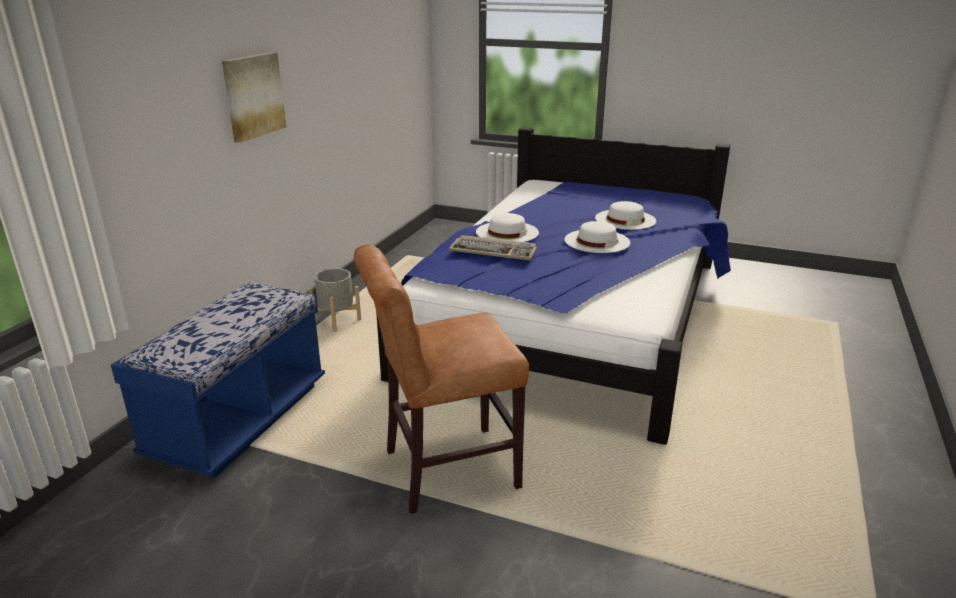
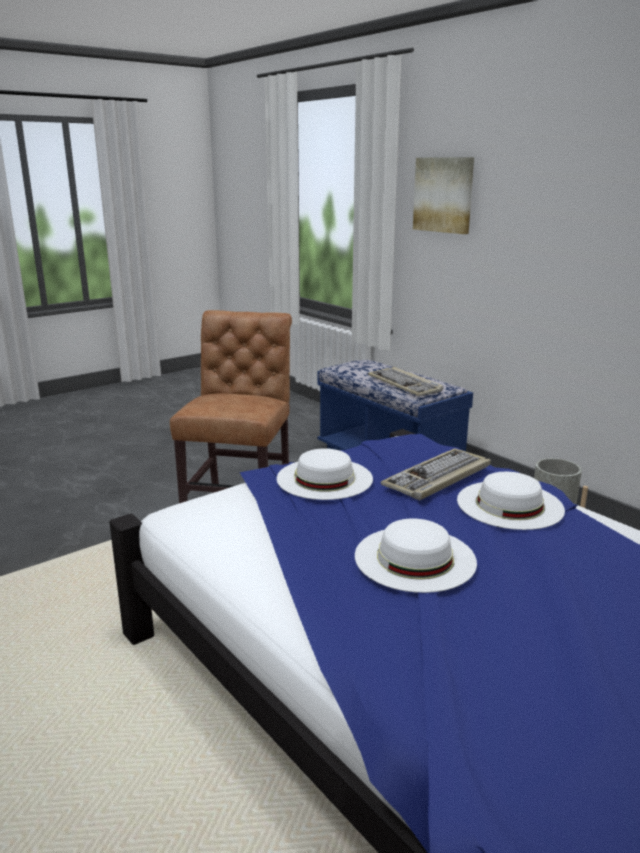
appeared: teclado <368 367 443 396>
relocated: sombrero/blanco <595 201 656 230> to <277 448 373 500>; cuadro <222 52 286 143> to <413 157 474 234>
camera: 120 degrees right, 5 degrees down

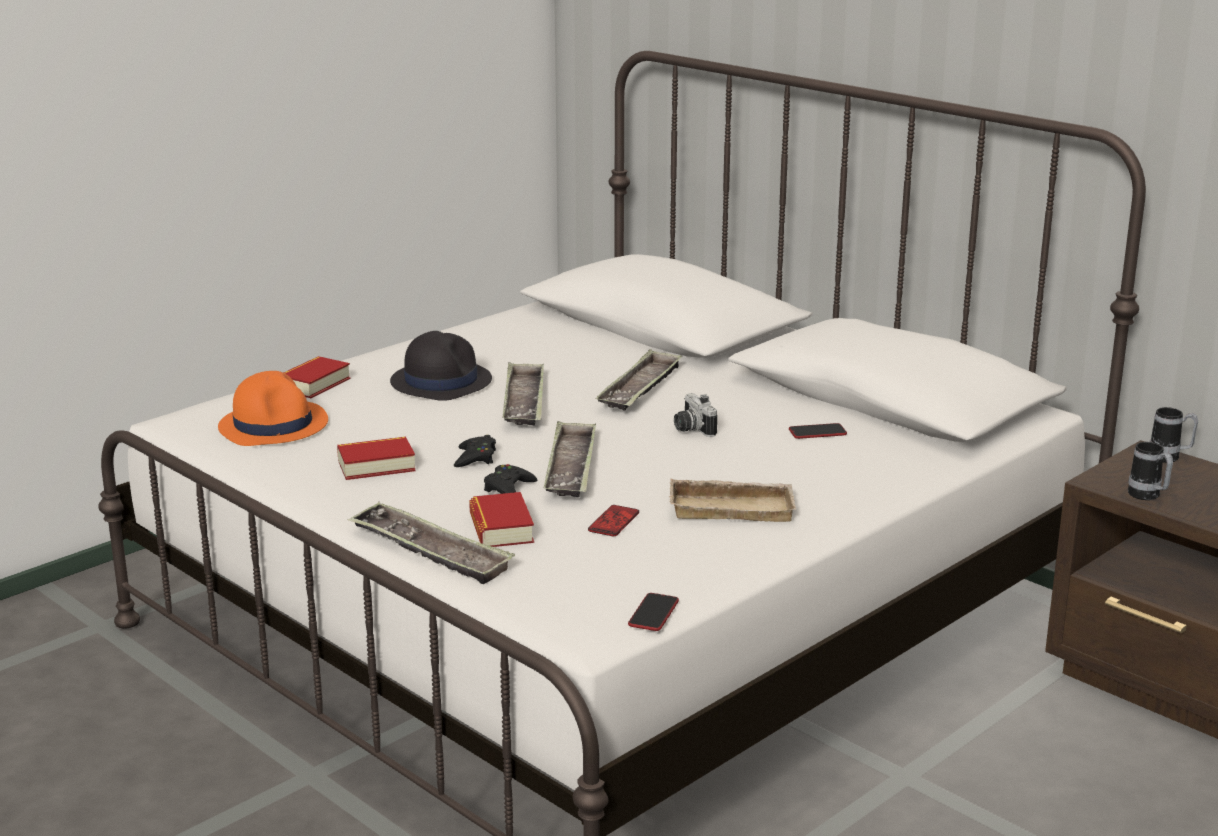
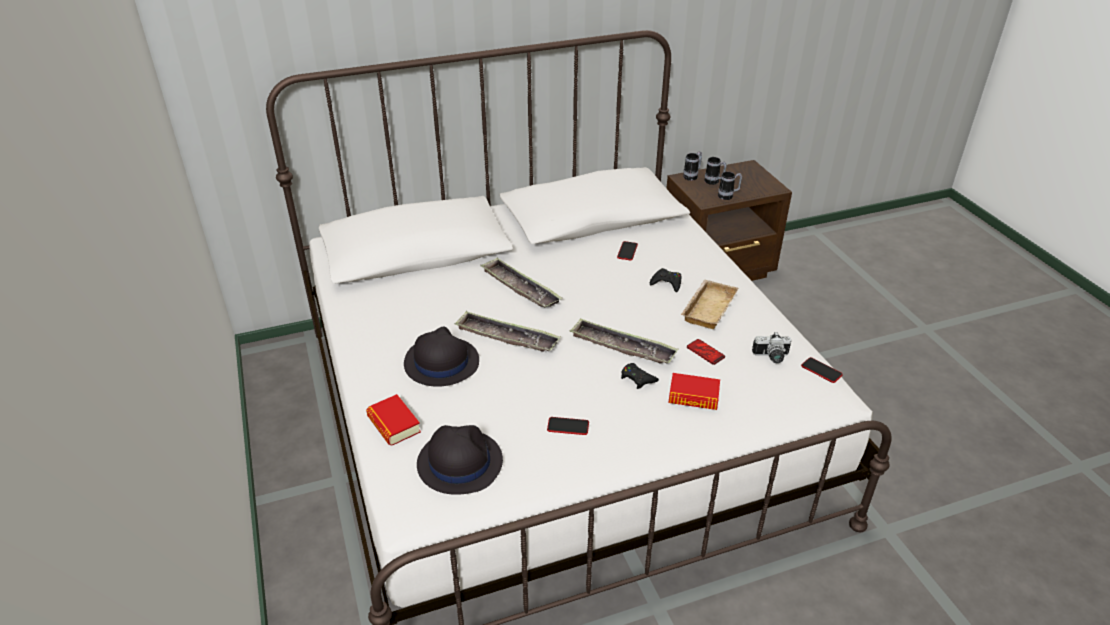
missing: bandeja <348 502 515 584>
appeared: taza grande <704 157 727 185>
relocated: mando de consola/negro <454 435 496 467> to <650 268 681 292>; cámara <674 394 717 437> to <752 332 791 363>
exchanged: libro <337 437 416 480> to móvil <547 417 589 435>
colour: sombrero/naranja <218 371 328 446> to sombrero/negro <417 425 503 495>
camera: 65 degrees left, 15 degrees up

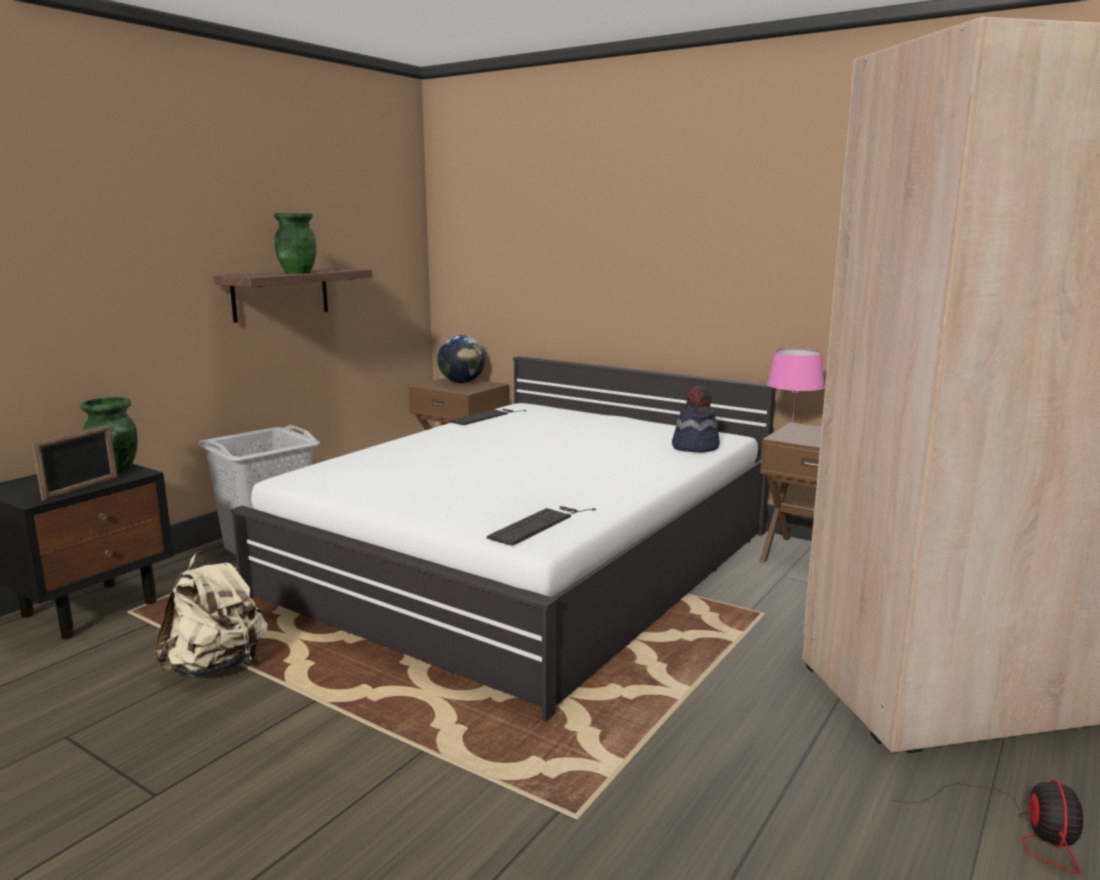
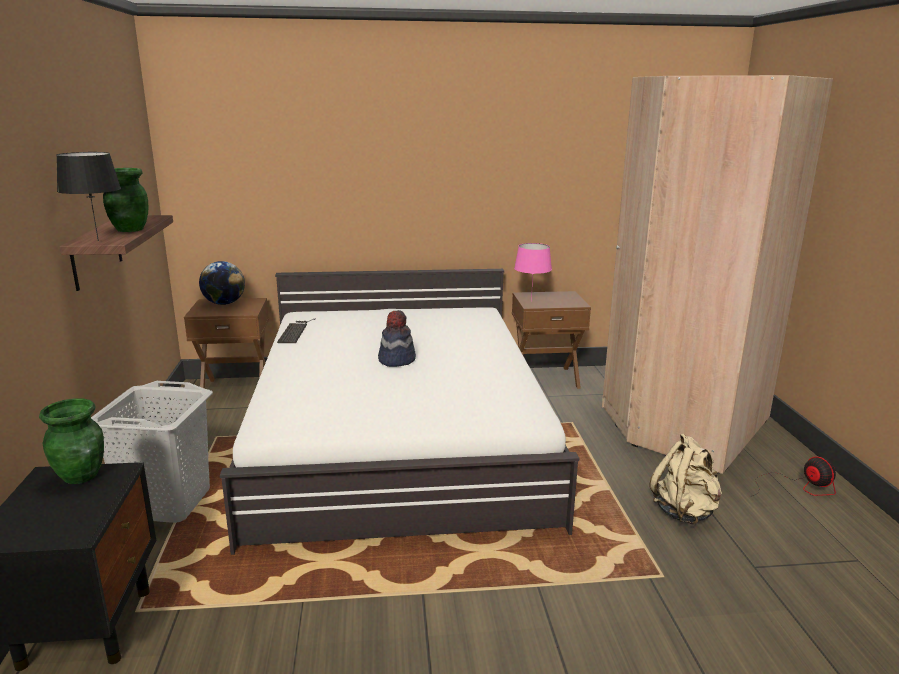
missing: portarretratos <32 425 118 501>; teclado <487 506 596 546>
appeared: lámpara de mesa/negro <56 152 121 241>
relocated: sombrero <672 386 720 453> to <378 310 416 367>; mochila/beis <154 551 268 677> to <649 433 722 525>
camera: 40 degrees left, 5 degrees up

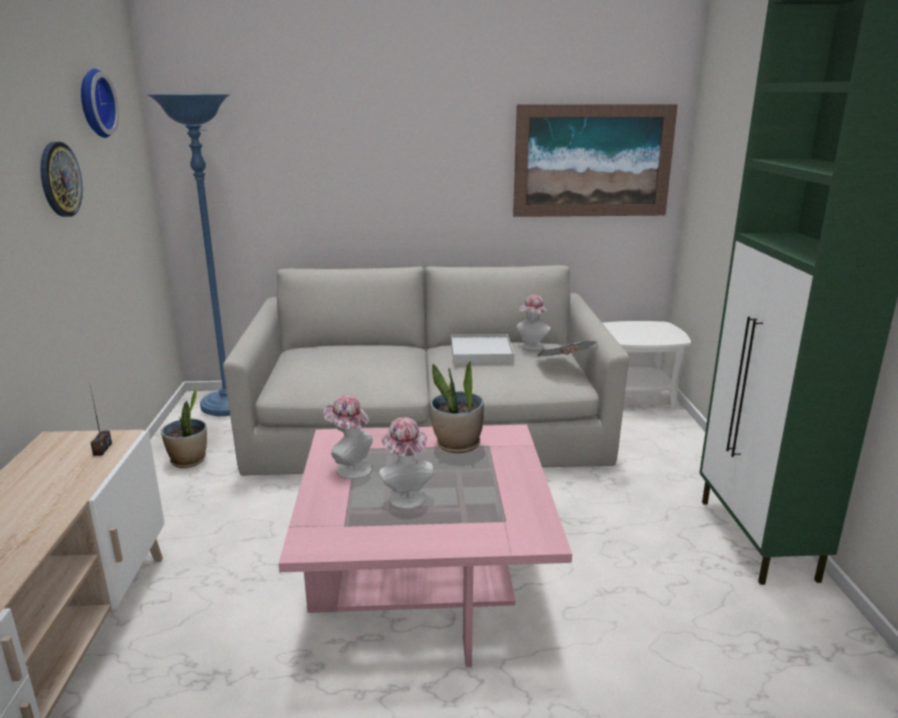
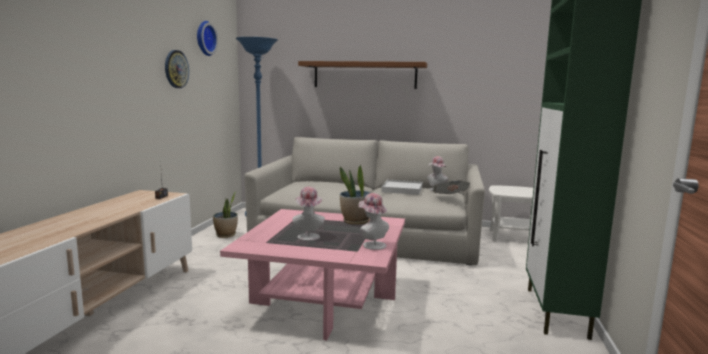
missing: cuadro <513 104 678 217>
appeared: estante/marrón <298 61 427 89>
relocated: sombrero <323 395 373 479> to <358 193 389 250>
camera: 15 degrees right, 10 degrees down

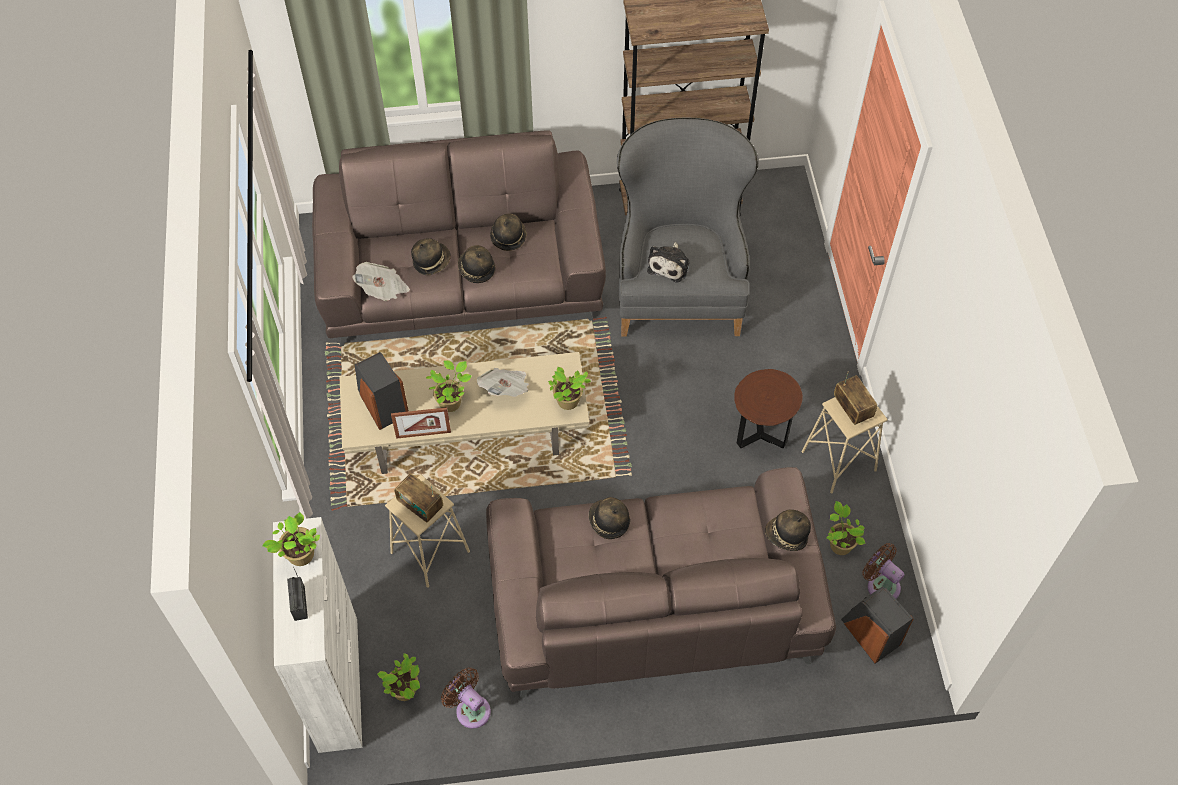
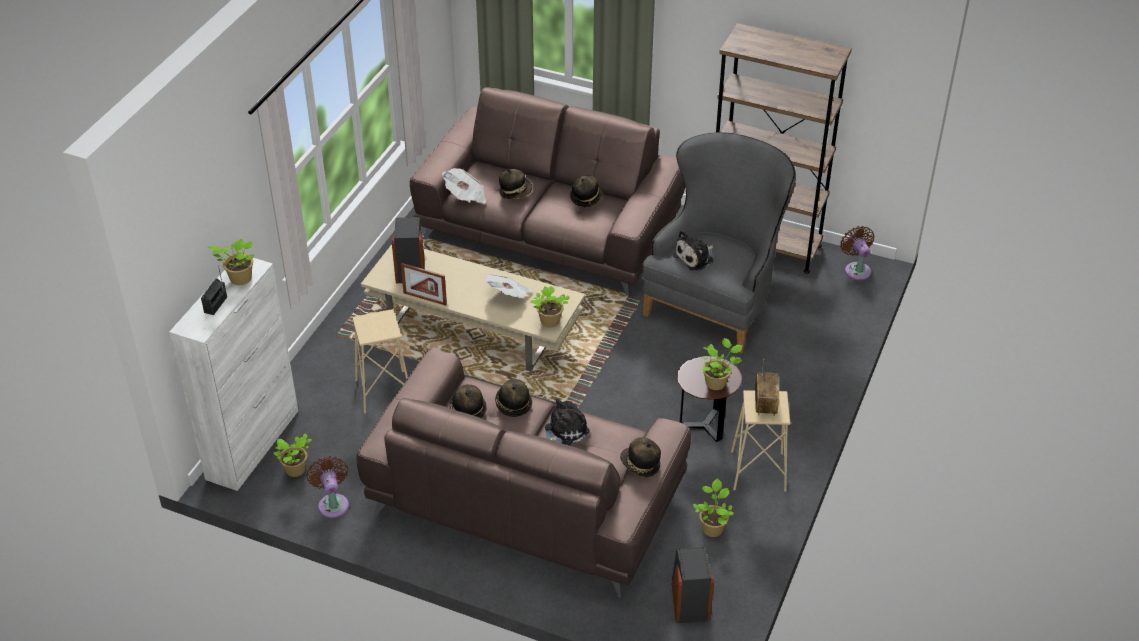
missing: radio <394 473 443 522>
appeared: peluche <545 399 590 446>
relocated: sombrero <458 245 495 283> to <450 384 487 418>; planta en maceta <426 360 472 412> to <701 338 742 390>; ventilador/marrón <862 543 905 599> to <840 226 874 280>
camera: 30 degrees right, 15 degrees down

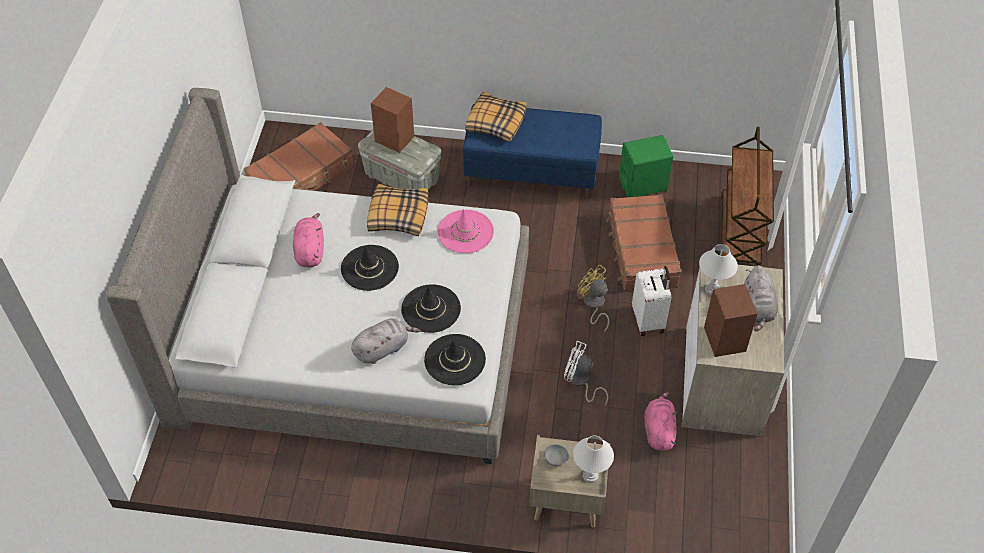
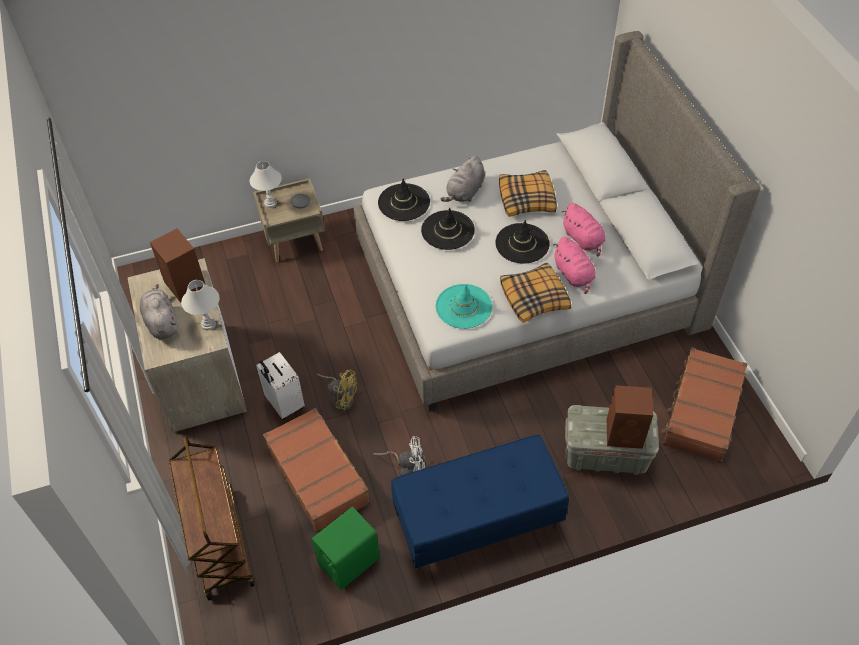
relocated: ventilador/blanco <564 341 608 405> to <374 436 425 475>; cojín <465 92 527 142> to <499 170 557 217>; peluche/rosa <644 392 678 451> to <553 237 595 294>
colour: sombrero/rosa <438 209 494 253> to sombrero/turquesa <436 284 492 329>
camera: 155 degrees right, 0 degrees up

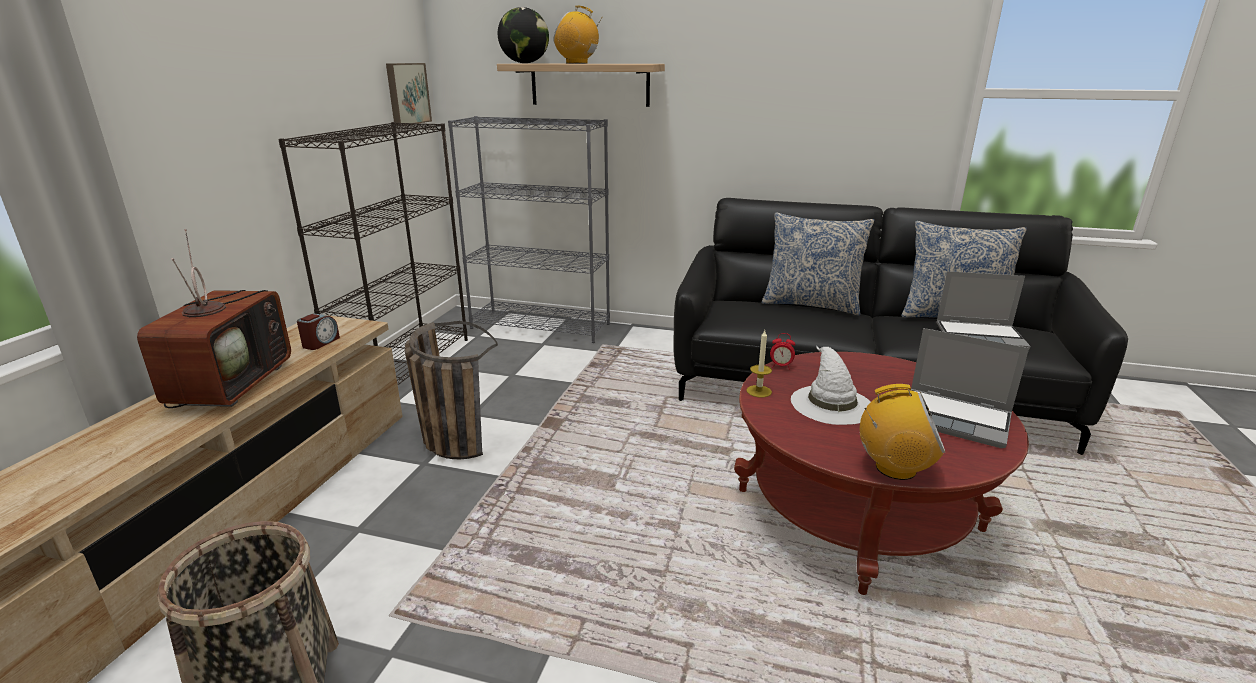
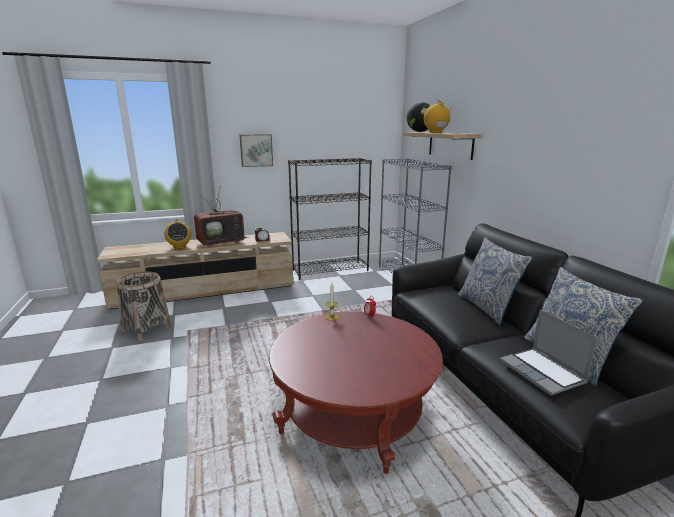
missing: cesta <404 321 498 459>; sombrero/blanco <791 345 870 425>; portátil <911 328 1029 448>
relocated: radio <860 384 945 480> to <164 218 191 249>; cuadro <386 63 432 126> to <240 134 273 167>
camera: 55 degrees right, 5 degrees down

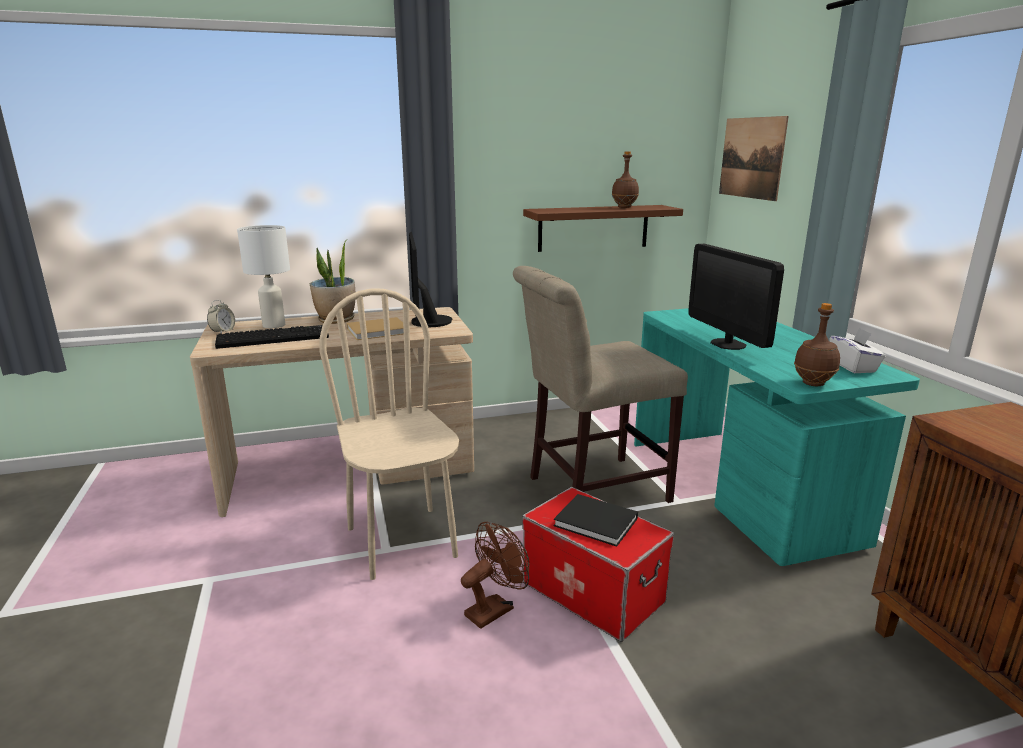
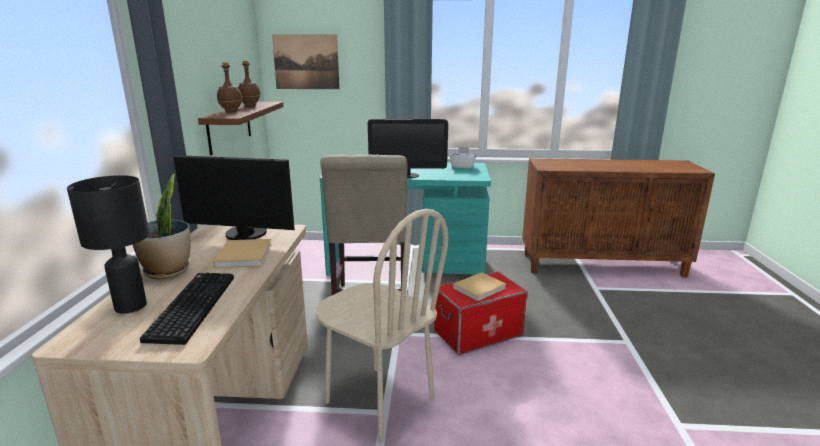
missing: despertador <207 300 235 333>; ventilador/marrón <461 522 529 629>
relocated: botella/marrón <794 303 840 386> to <217 62 242 112>
colour: lámpara de mesa/blanco <237 225 290 328> to lámpara de mesa/negro <67 175 149 314>; libro/negro <553 494 638 547> to libro/beis <453 272 506 301>
spun: silla/beis <319 288 459 580> = <316 209 449 443> 135 degrees counterclockwise
camera: 70 degrees left, 0 degrees up

